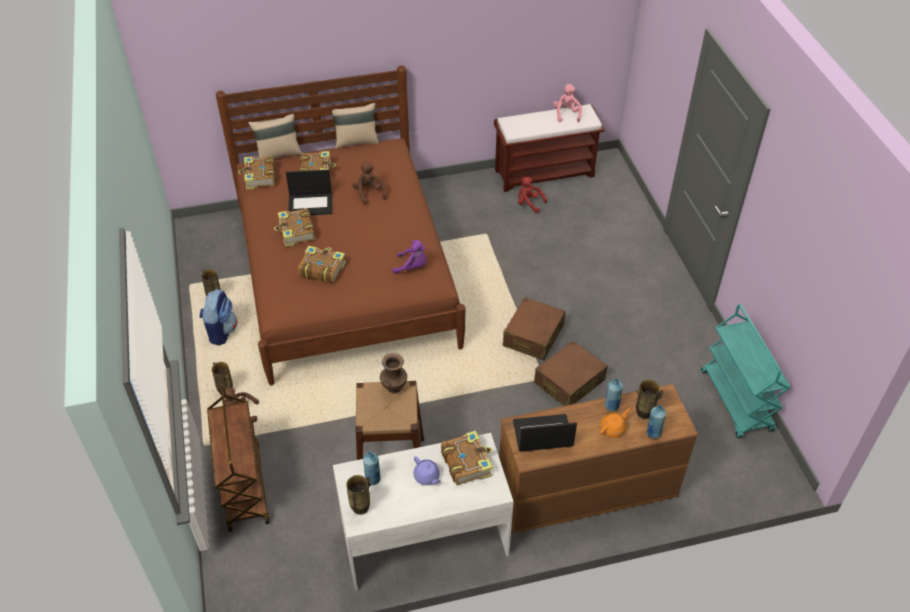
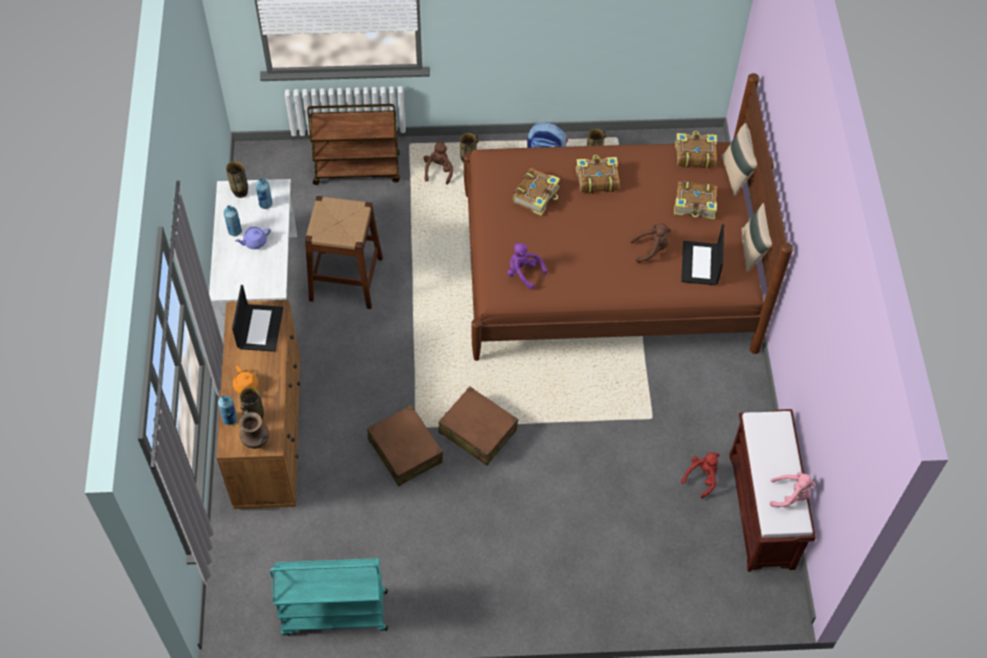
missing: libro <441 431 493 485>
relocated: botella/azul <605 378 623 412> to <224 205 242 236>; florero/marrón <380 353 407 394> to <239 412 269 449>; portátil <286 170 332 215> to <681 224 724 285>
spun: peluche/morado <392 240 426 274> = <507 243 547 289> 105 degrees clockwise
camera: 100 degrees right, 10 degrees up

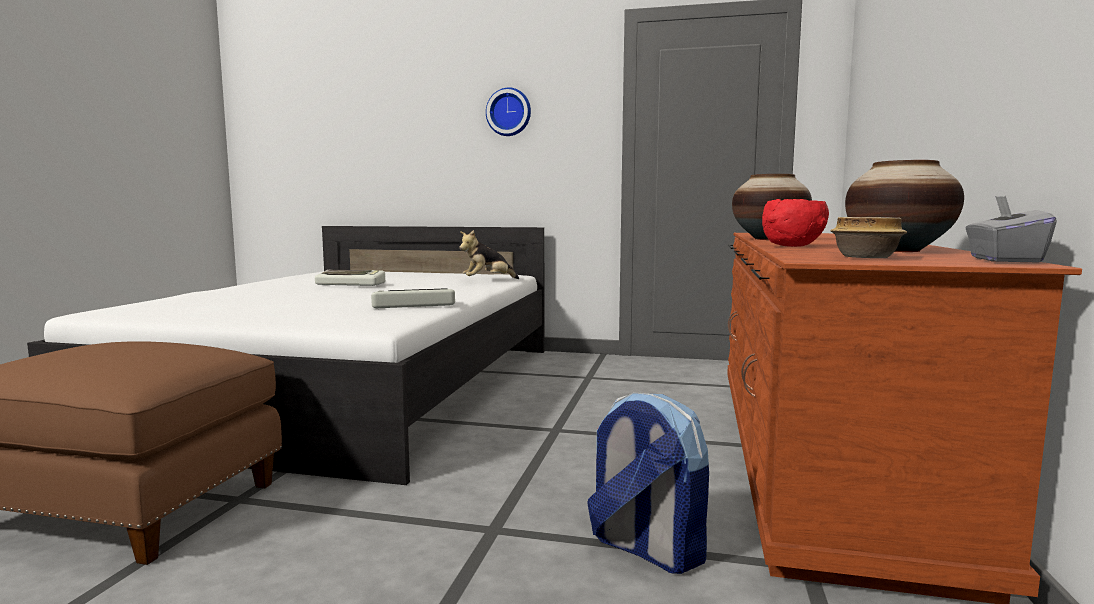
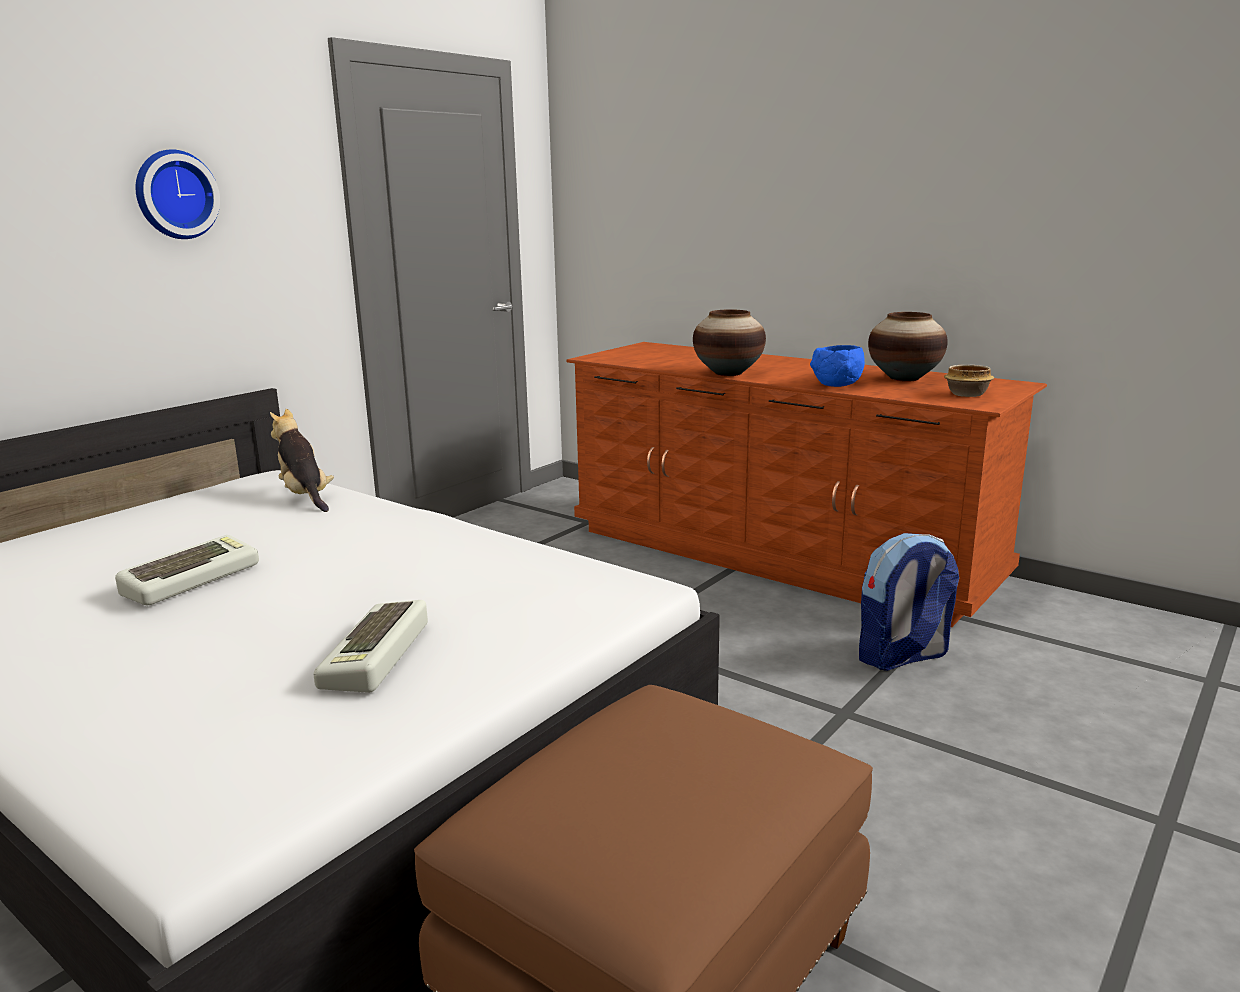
missing: caja de pañuelos/gris <966 196 1057 262>
relocated: teclado <371 288 455 308> to <314 600 428 693>
colour: cuenco/rojo <762 199 829 247> to cuenco/azul <810 345 865 387>
spun: peluche <459 230 519 279> = <270 409 334 512> 150 degrees clockwise
camera: 65 degrees left, 10 degrees up

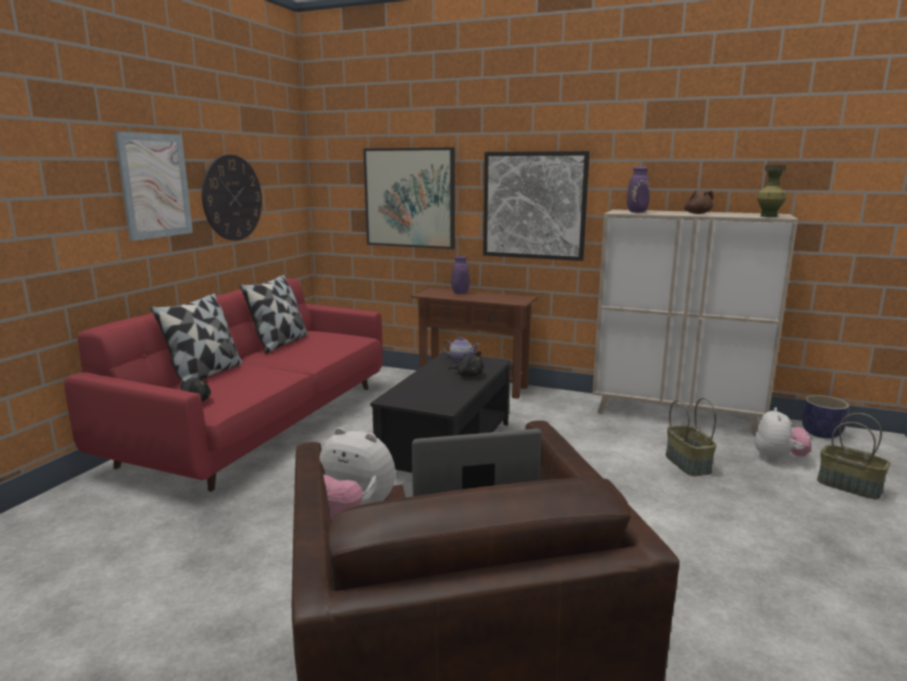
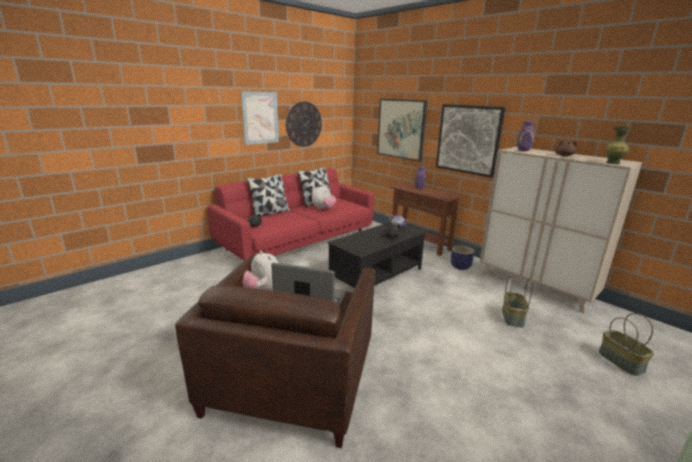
relocated: peluche <754 407 812 462> to <312 185 336 209>; maceta <802 395 849 438> to <451 245 474 270>
camera: 25 degrees right, 5 degrees up

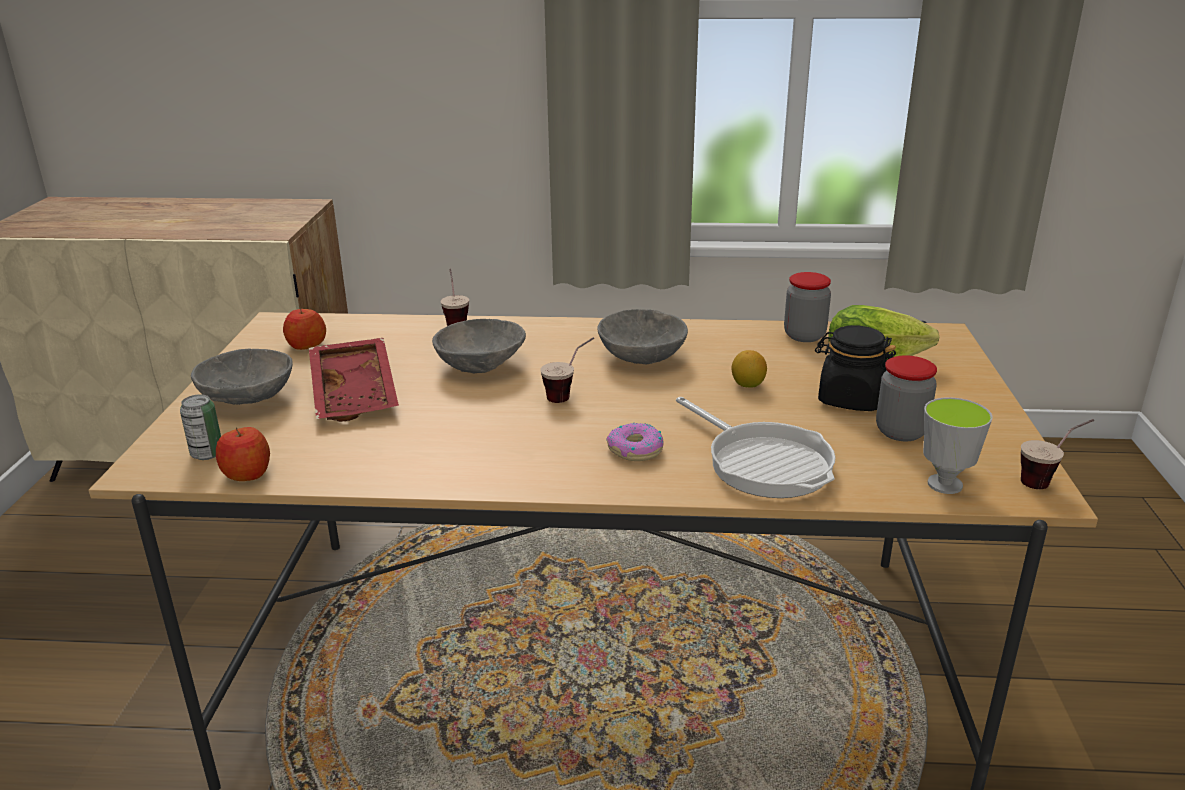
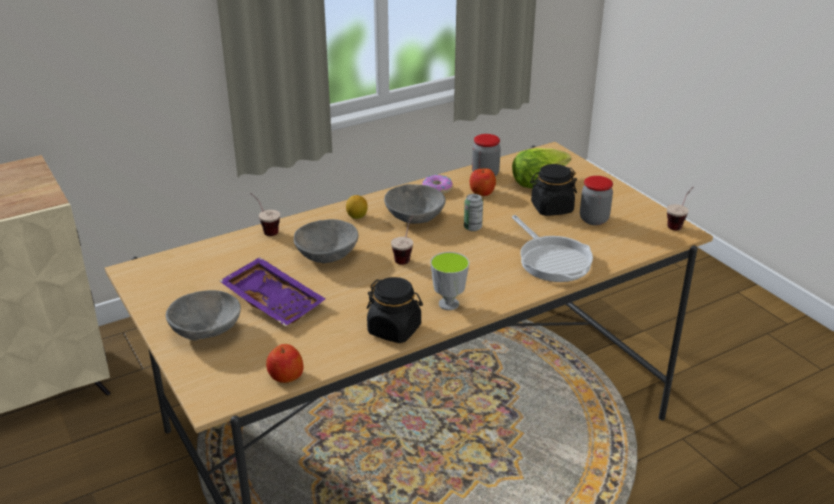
appeared: tarro/negro <367 277 423 343>
relocated: limón <732 350 767 388> to <346 195 368 219>; rosquilla <606 423 664 461> to <422 175 453 194>; taza <923 397 993 494> to <430 252 469 310>; lata <180 394 221 460> to <464 194 483 231>; manzana <283 307 326 350> to <470 168 496 196>
colour: bandeja/rojo <309 338 399 422> to bandeja/morado <219 257 326 326>
spun: sartén <676 397 836 498> = <512 215 593 282> 45 degrees clockwise
camera: 35 degrees left, 5 degrees up

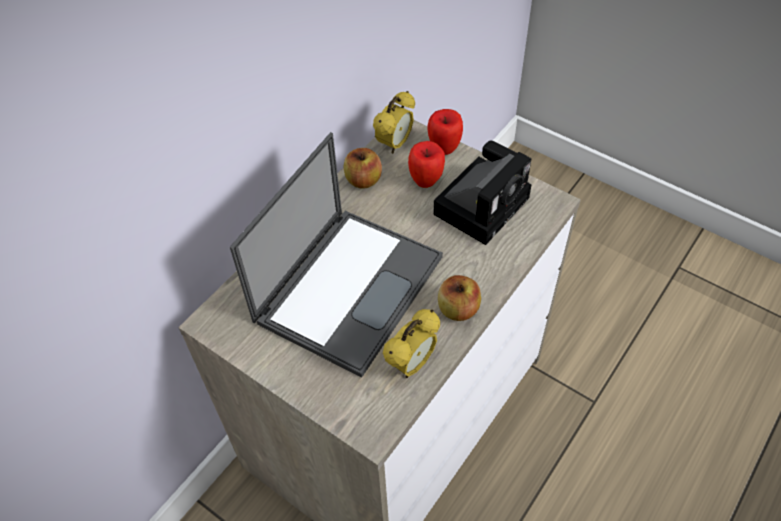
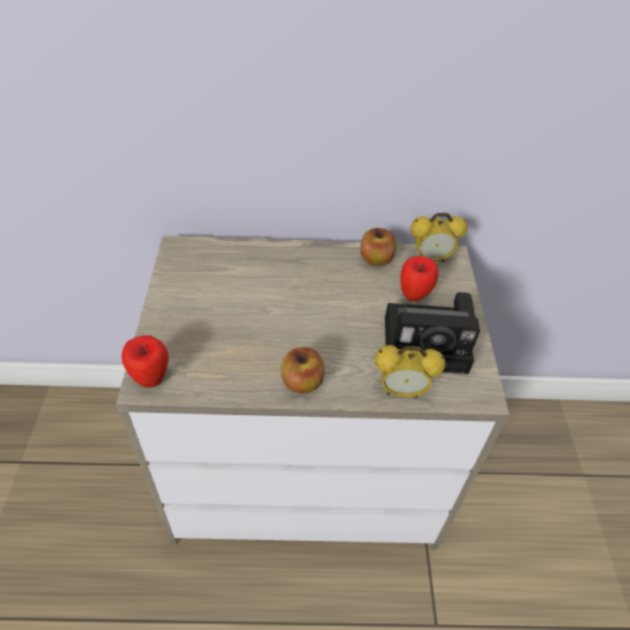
missing: portátil <230 132 443 378>
relocated: manzana <427 109 463 155> to <122 335 169 388>; despertador <383 309 440 378> to <375 345 445 398>
camera: 50 degrees right, 5 degrees down

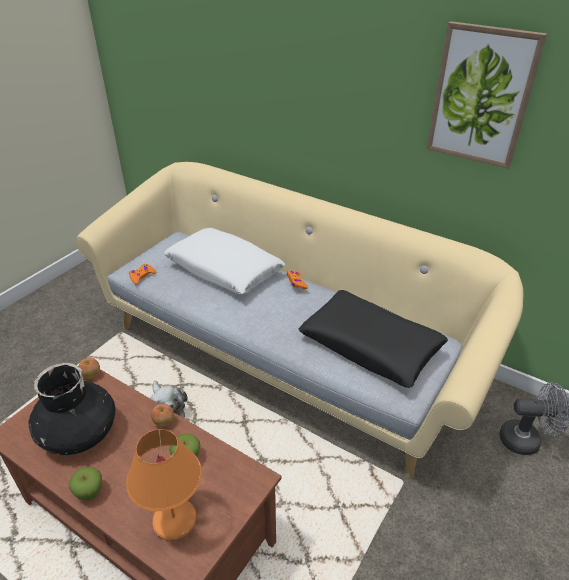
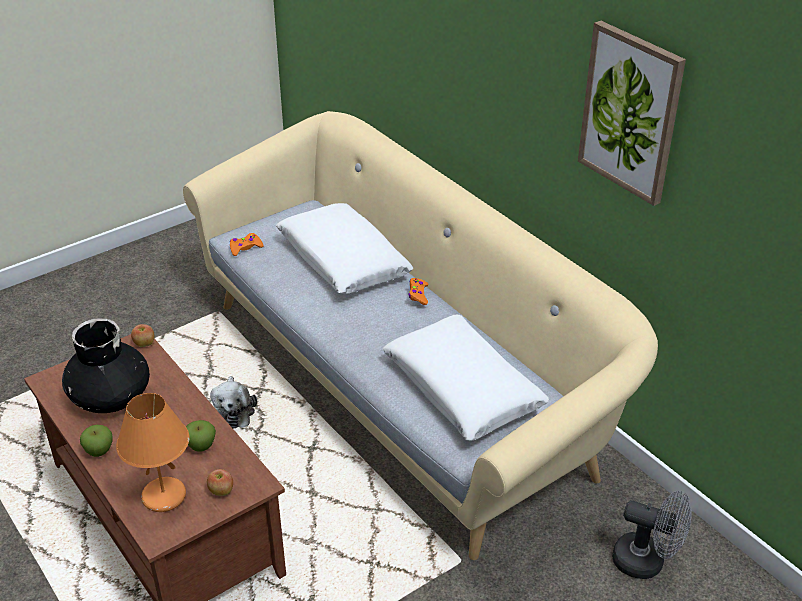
relocated: manzana <151 404 174 426> to <207 469 233 496>
colour: cojín/negro <299 290 448 388> to cojín/blanco <383 314 549 441>
camera: 20 degrees right, 0 degrees up

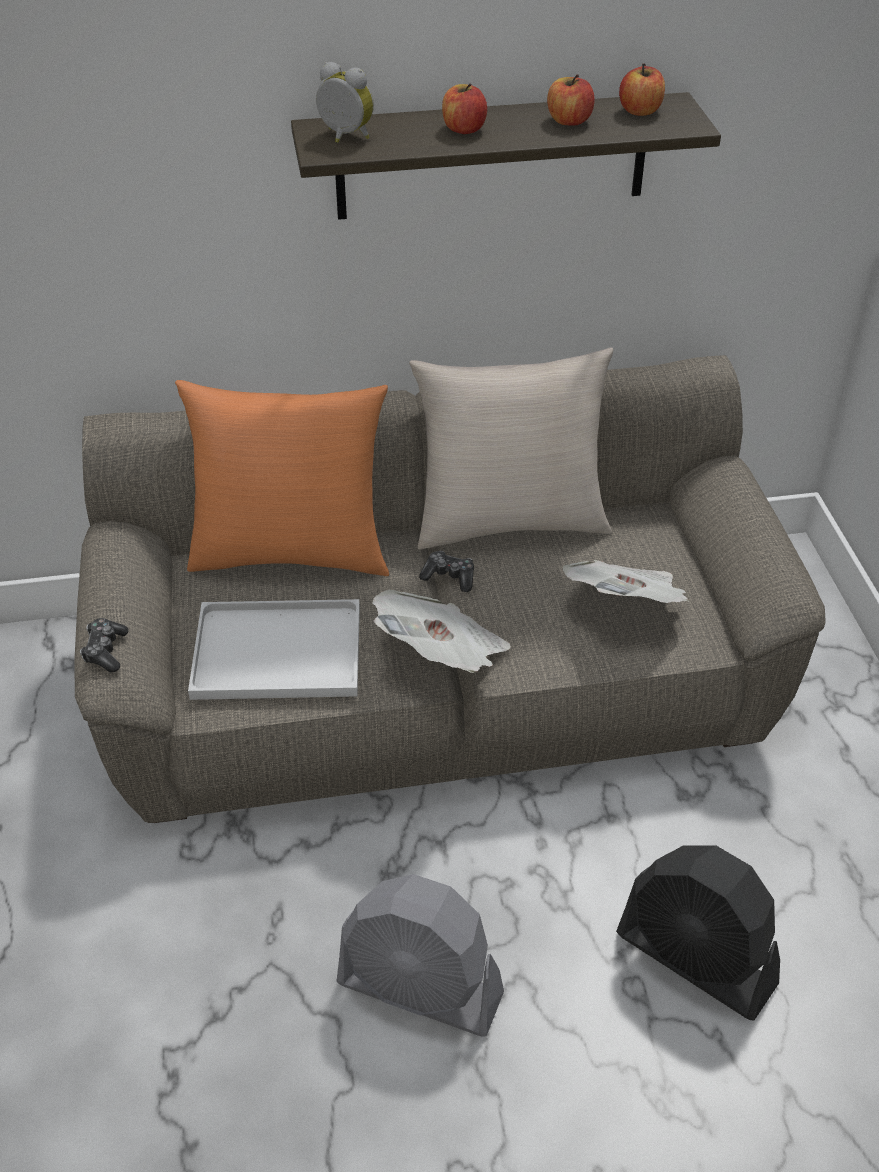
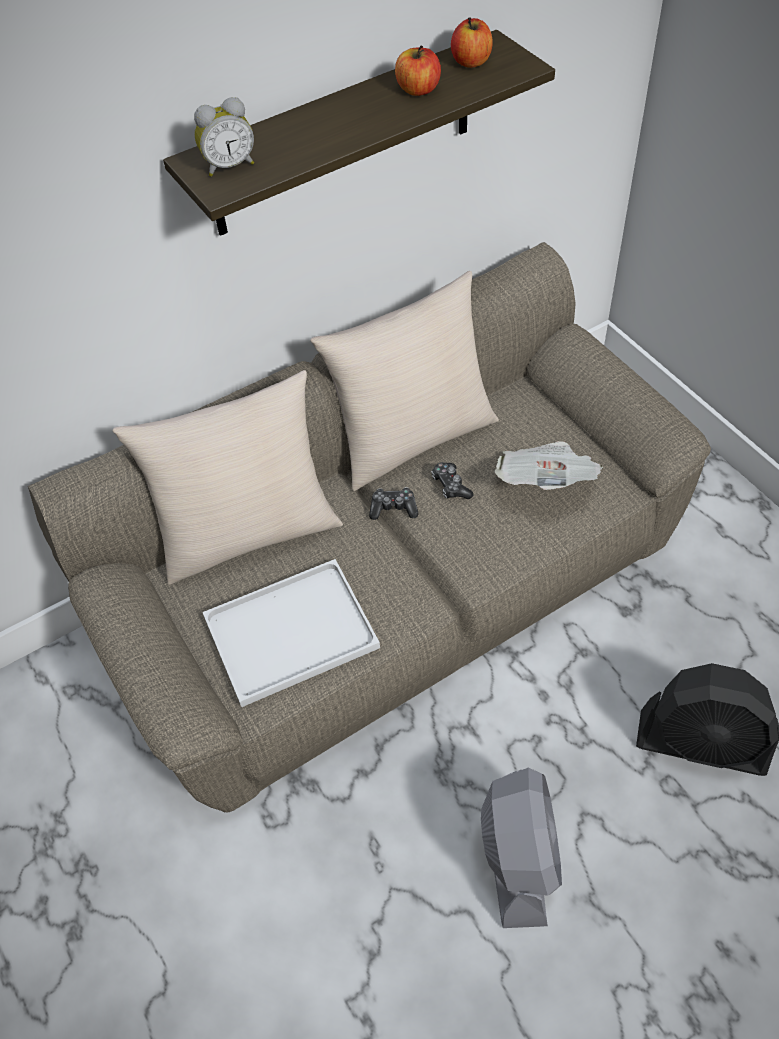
missing: periódico <372 590 511 673>; manzana <442 83 487 134>
relocated: mando de consola <80 618 129 673> to <431 462 474 499>
colour: cojín/naranja <175 380 389 576> to cojín/beis <113 370 343 585>
spun: despertador <316 62 374 143> = <194 97 254 177> 150 degrees clockwise; ventilador/gris <336 874 504 1037> = <481 767 562 928> 90 degrees counterclockwise
camera: 20 degrees left, 10 degrees up

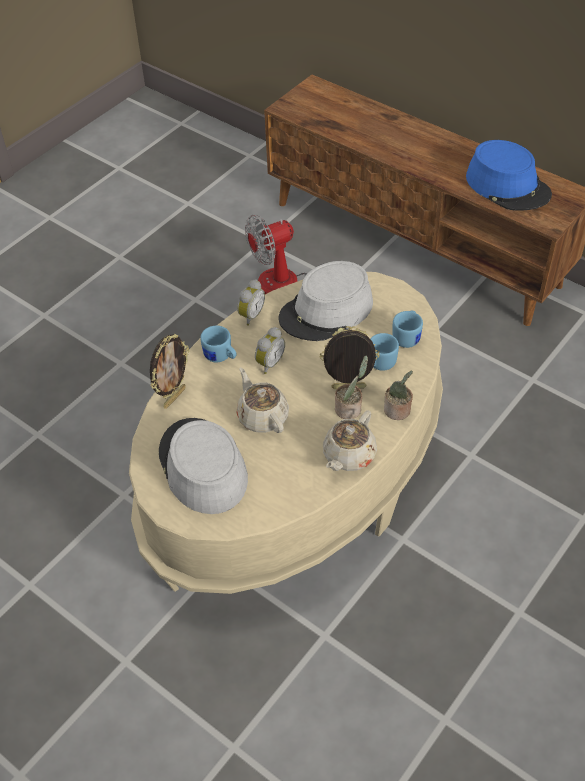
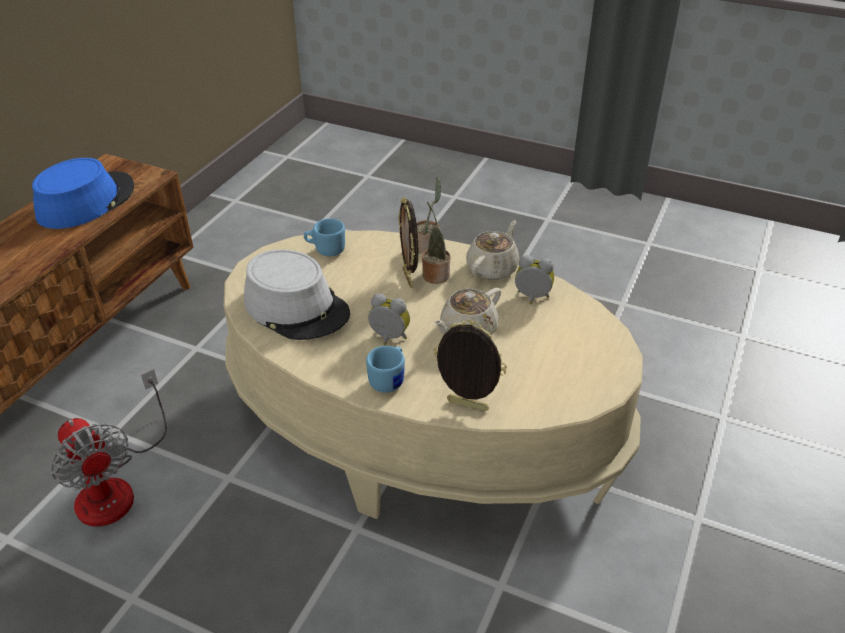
missing: sombrero/gris <159 418 248 514>; taza grande/azul <371 333 399 371>
relocated: despertador <237 279 265 326> to <515 255 554 304>
spun: tetera/beis <323 410 377 471> = <466 220 520 280> 75 degrees counterclockwise
camera: 105 degrees left, 10 degrees down

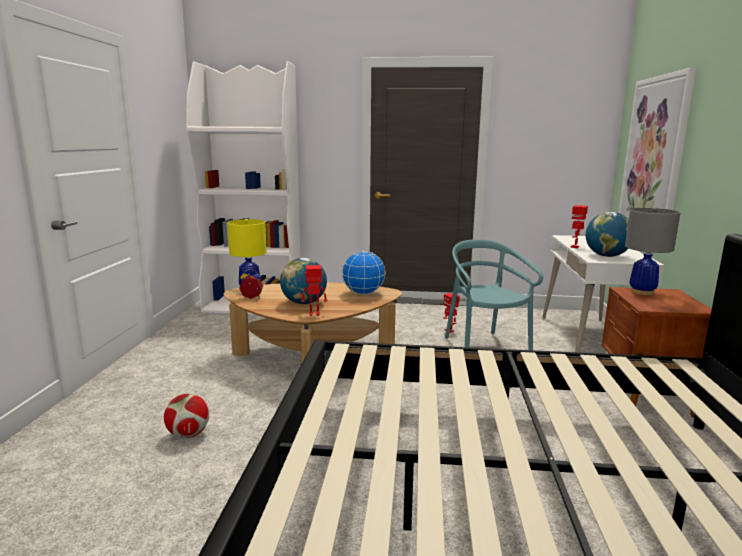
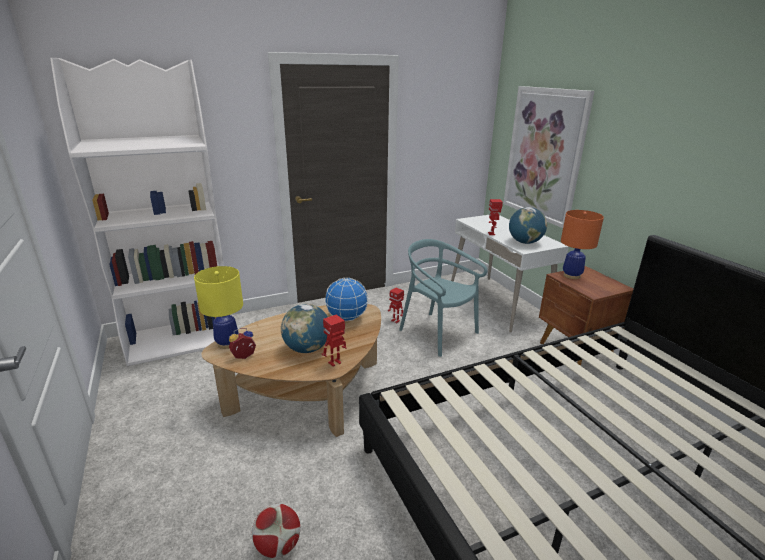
colour: lámpara de mesa/gris <625 207 680 295> to lámpara de mesa/naranja <561 210 604 279>
camera: 30 degrees left, 10 degrees up

